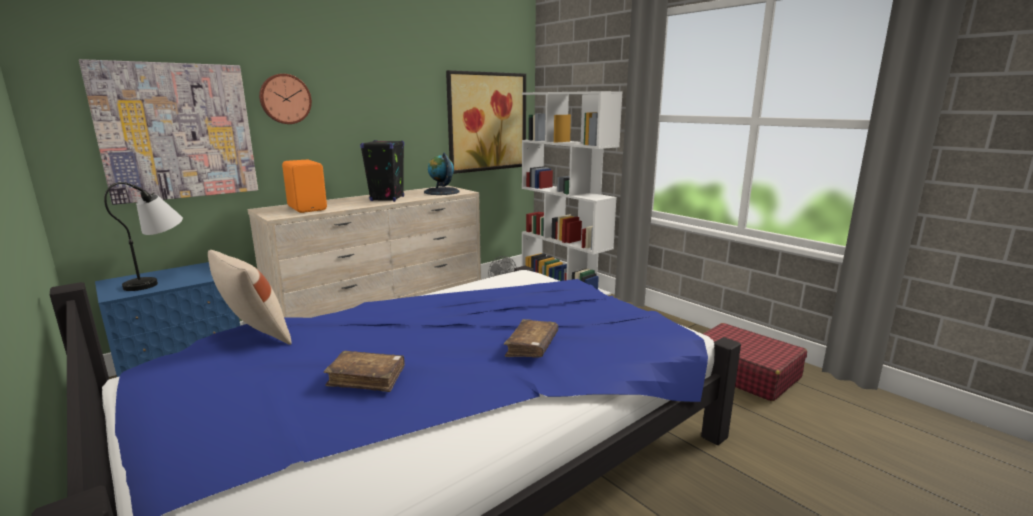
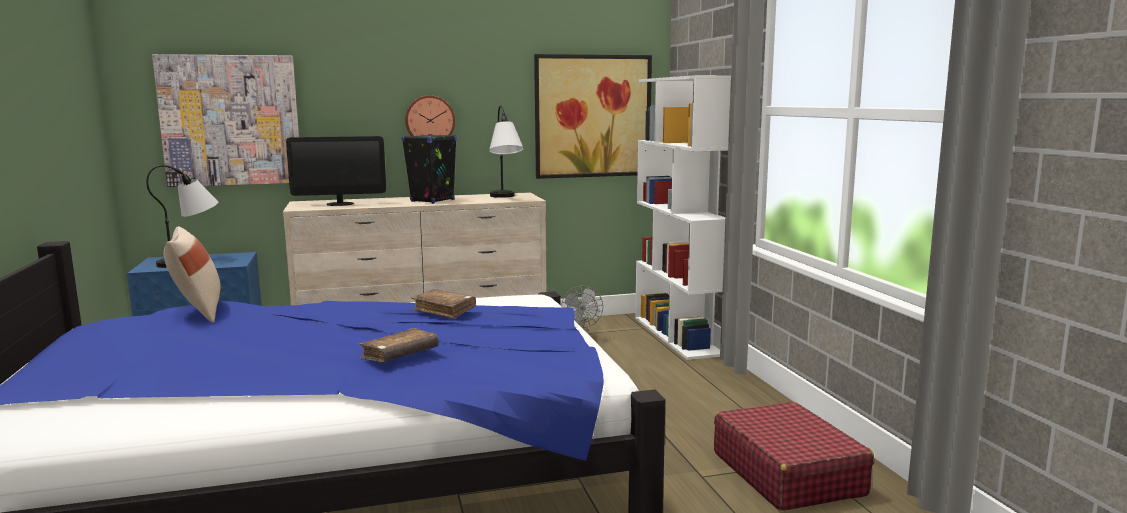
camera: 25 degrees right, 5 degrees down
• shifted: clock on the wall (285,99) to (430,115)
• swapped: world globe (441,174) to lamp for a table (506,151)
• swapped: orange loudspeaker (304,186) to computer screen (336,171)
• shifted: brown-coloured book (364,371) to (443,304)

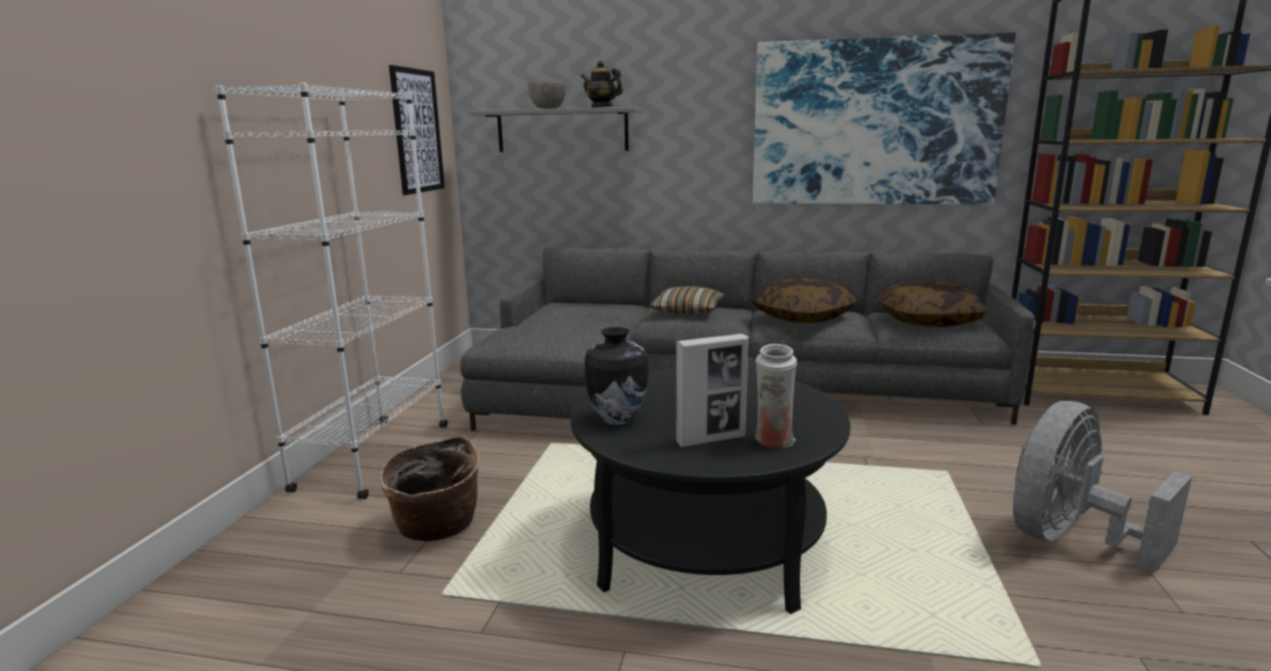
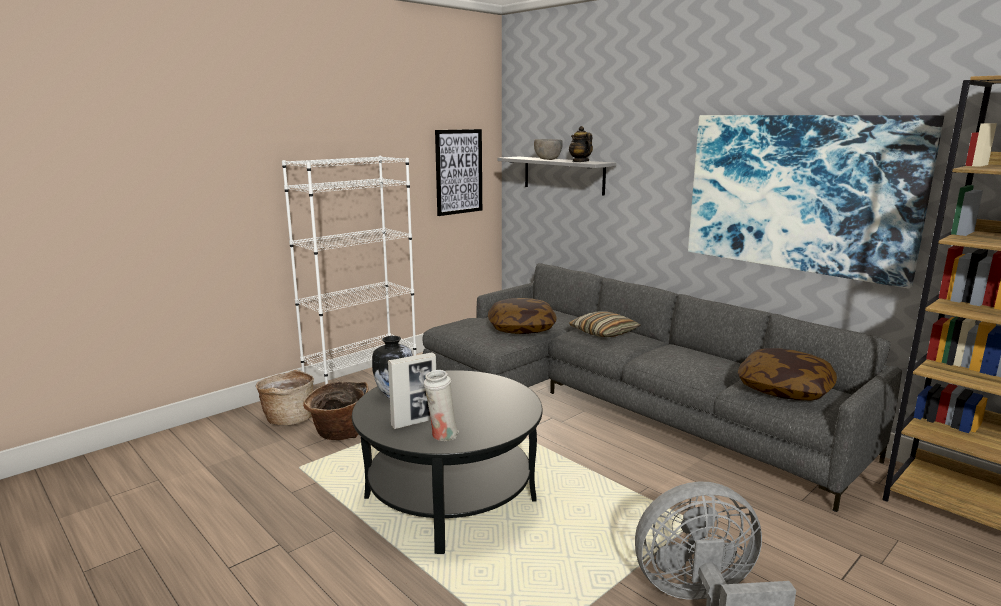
camera: 35 degrees right, 0 degrees up
• shifted: cushion (804,300) to (522,316)
• rotated: photo frame (712,390) = (412,390) 45 degrees counterclockwise
• new: storage basket (285,397)

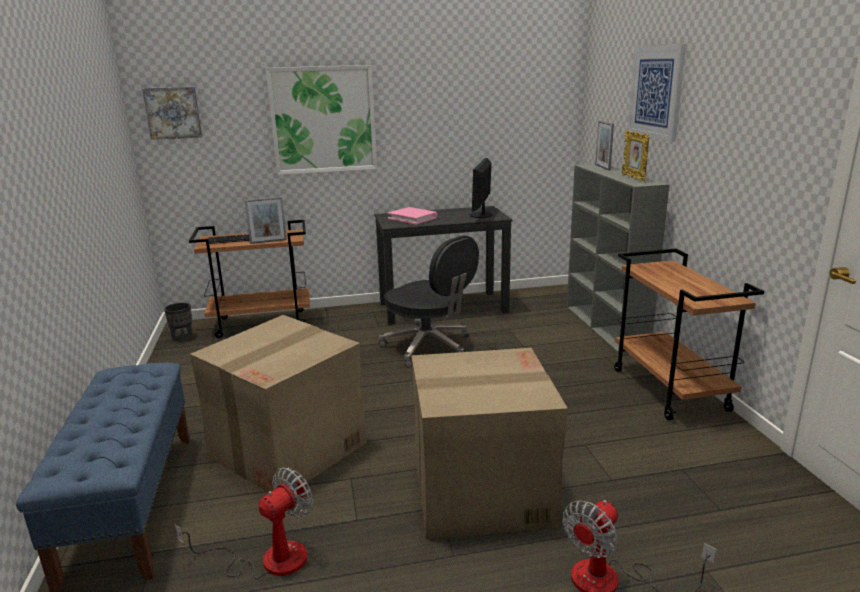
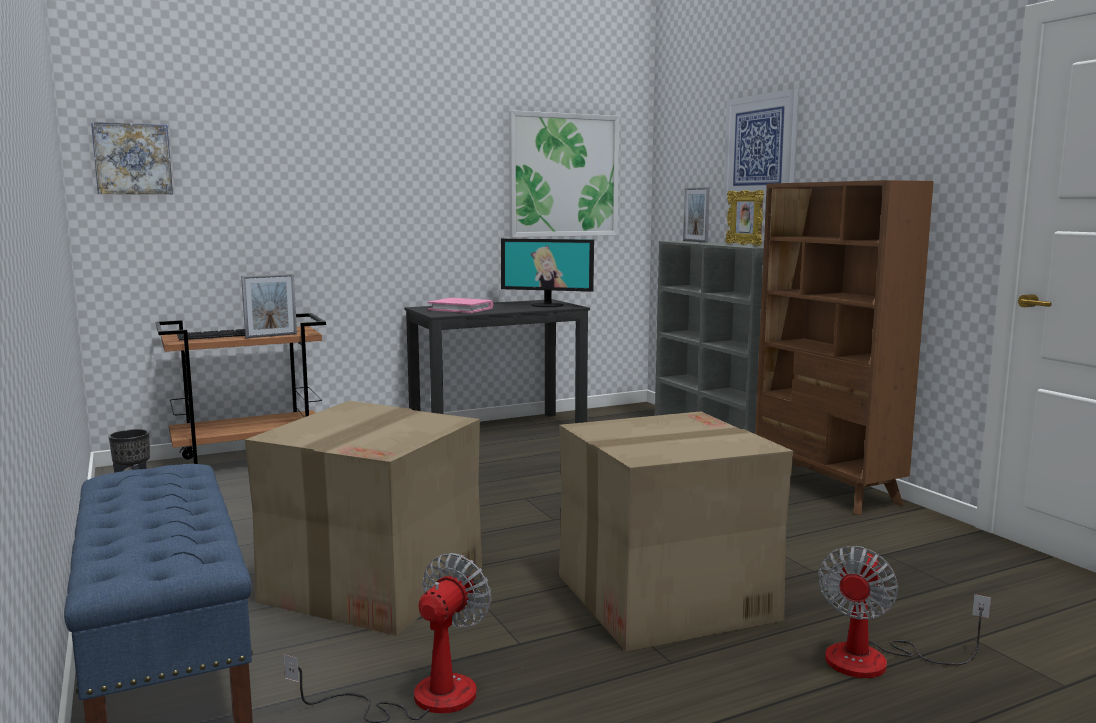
camera: 15 degrees left, 10 degrees down
• shifted: wall art (321,120) to (564,173)
• rotated: computer screen (481,188) = (547,273) 75 degrees counterclockwise
• gone: black-coloured desk chair (429,301)
• swapped: brown-coloured trolley (689,334) to brown-coloured bookshelf (844,347)

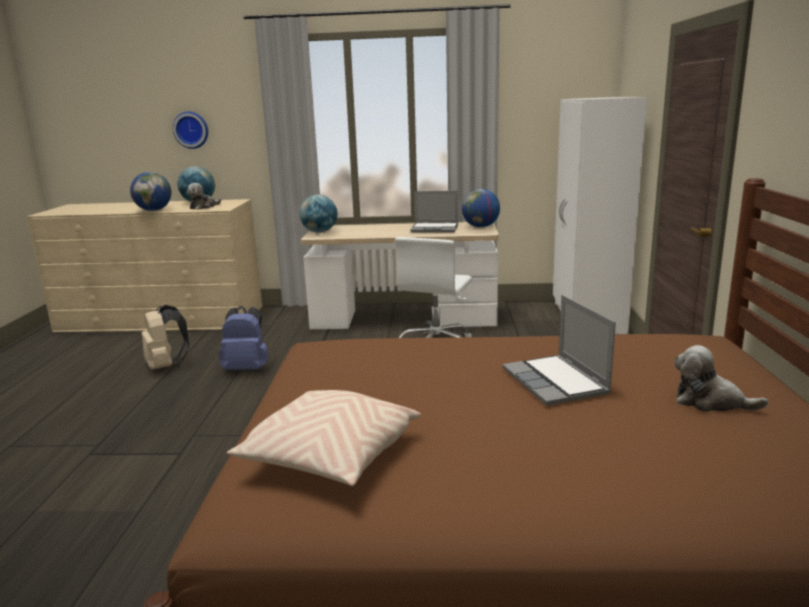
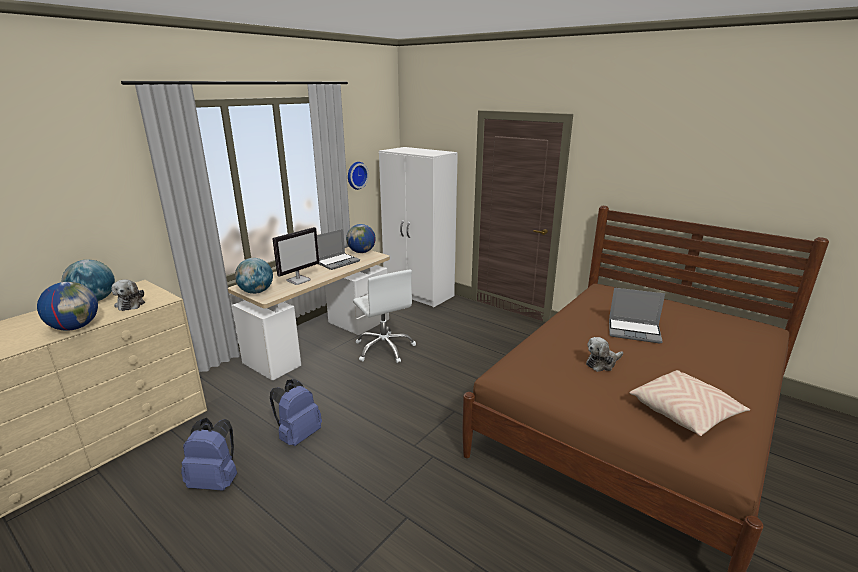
camera: 55 degrees left, 5 degrees up
• shifted: clock on the wall (190,130) to (358,176)
• repainted: beige knapsack (165,337) to blue knapsack (209,454)
• shifted: soft toy (721,378) to (604,354)
• new: computer screen (296,256)

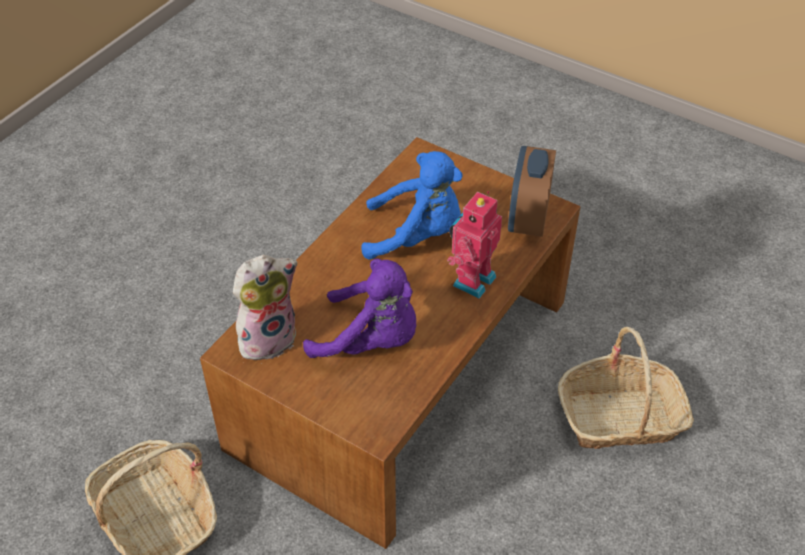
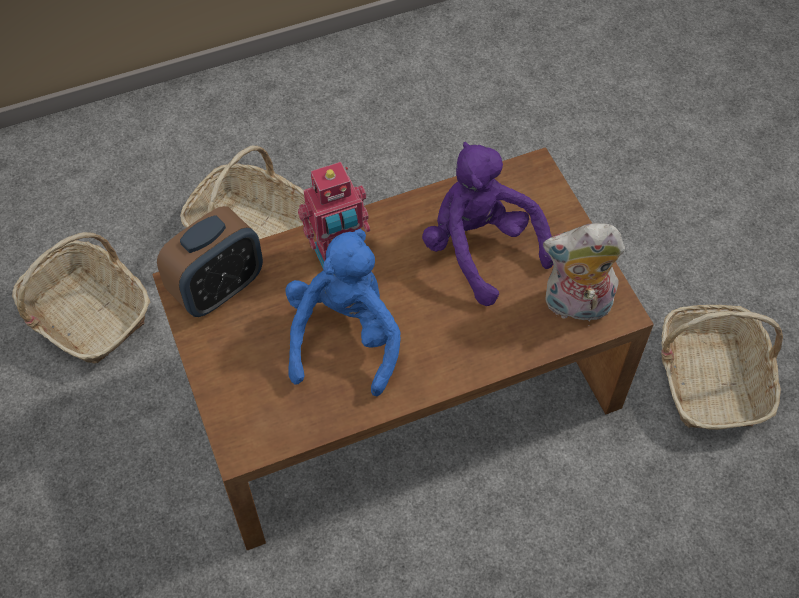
camera: 145 degrees left, 10 degrees up
• rotated: blue soft toy (412,205) = (343,312) 60 degrees clockwise
• new: storage basket (81,297)

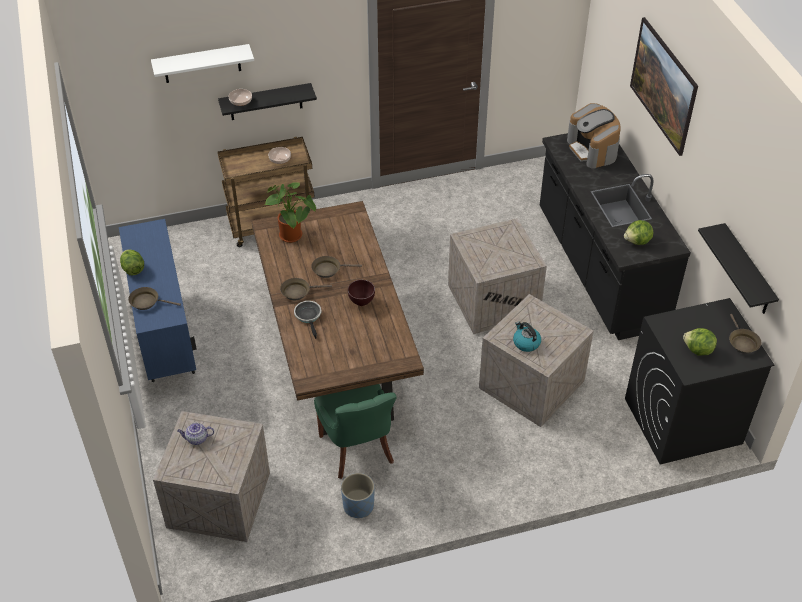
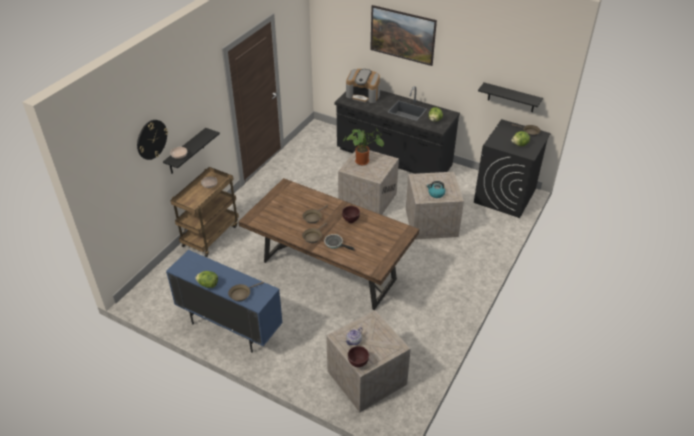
camera: 45 degrees left, 5 degrees down
• swapped: white-coloured wall shelf (202,63) to clock on the wall (152,140)
• shifted: plant in a pot (290,212) to (364,146)
• gone: green upright chair (355,431)
• gone: blue flower pot (358,495)
• new: brown-coloured bowl (358,356)

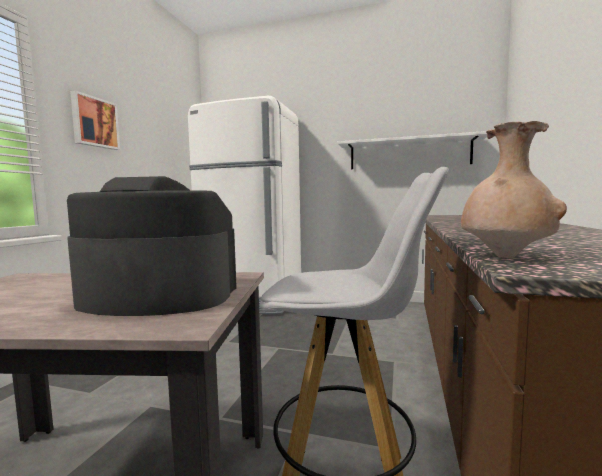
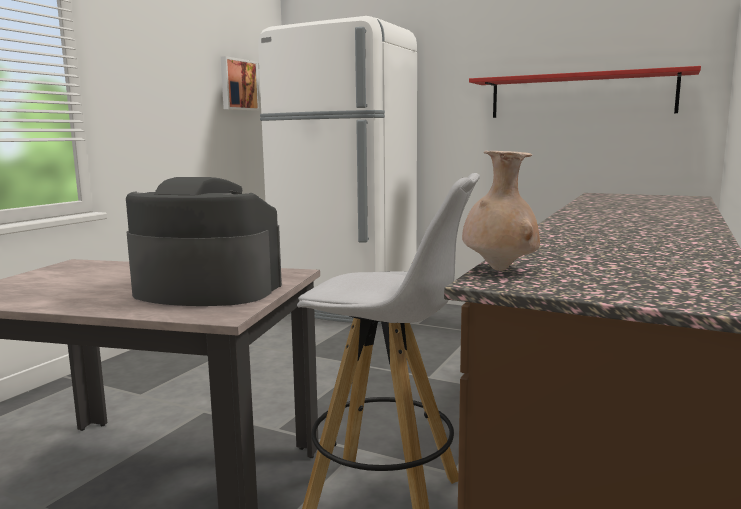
camera: 10 degrees right, 5 degrees up
• shifted: wall art (95,120) to (240,83)
• repainted: white-coloured wall shelf (412,150) to red wall shelf (585,92)

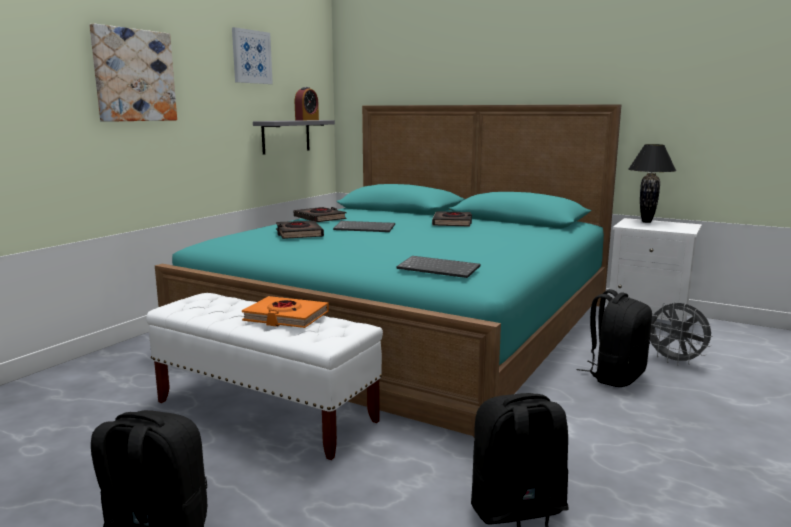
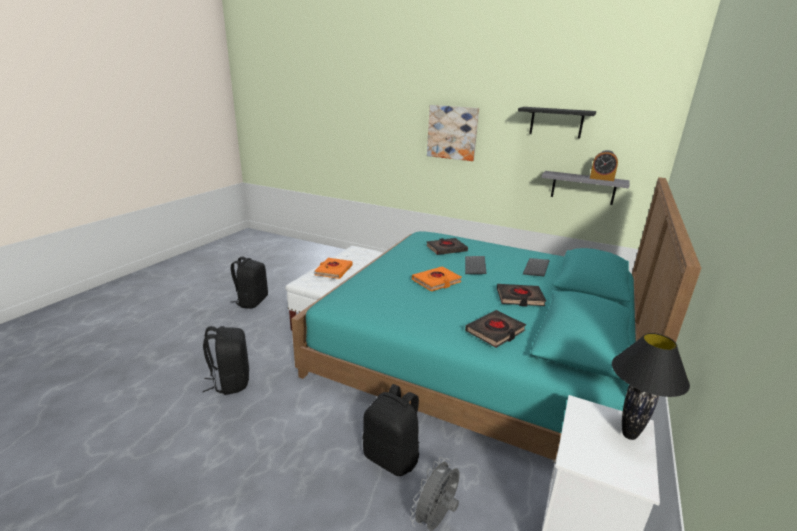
camera: 85 degrees right, 10 degrees up
• swapped: wall art (252,55) to black-coloured wall shelf (557,122)
• shifted: black-coloured book (320,214) to (495,329)
• shifted: keyboard (438,267) to (536,267)
• new: orange book (437,279)

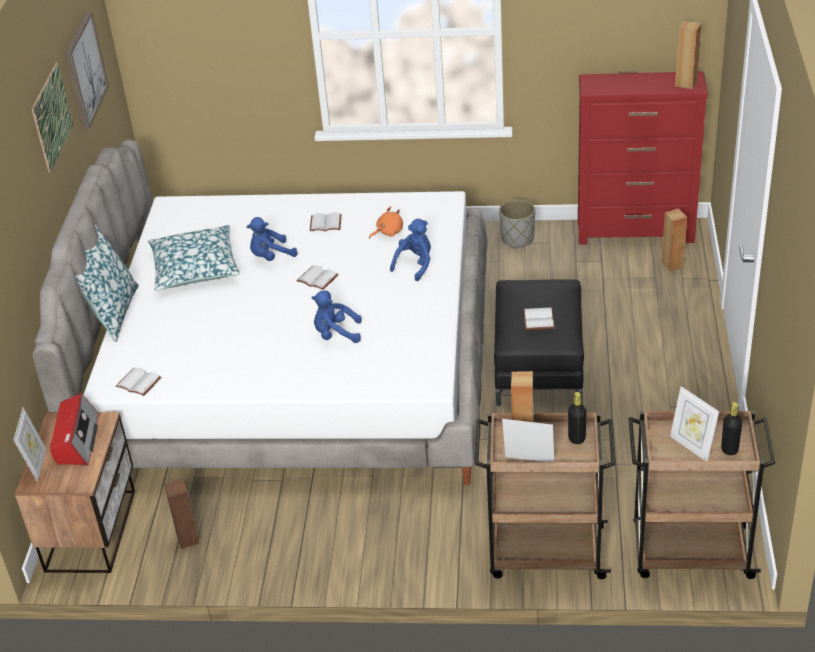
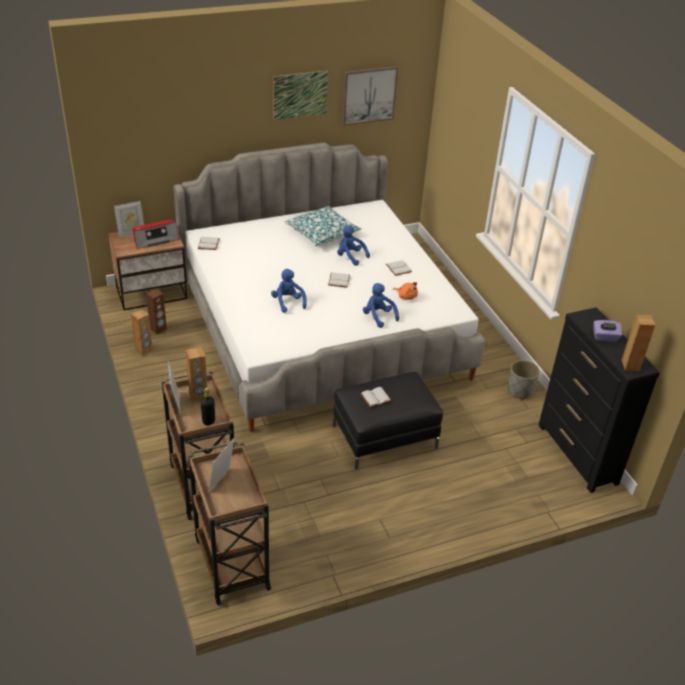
camera: 60 degrees right, 0 degrees up
• repainted: red chest of drawers (643,158) to black-coloured chest of drawers (599,400)
• shifted: brown-coloured loudspeaker (674,239) to (142,332)
• rotated: blue soft toy (410,250) = (381,305) 135 degrees counterclockwise
• gone: cushion (107,283)
• gone: black-coloured bottle (731,428)
• new: purple-coloured tissue box (608,331)

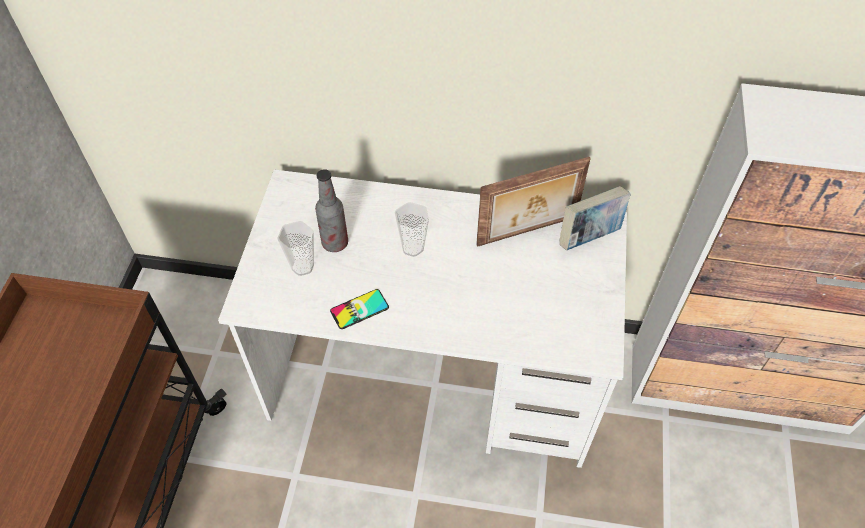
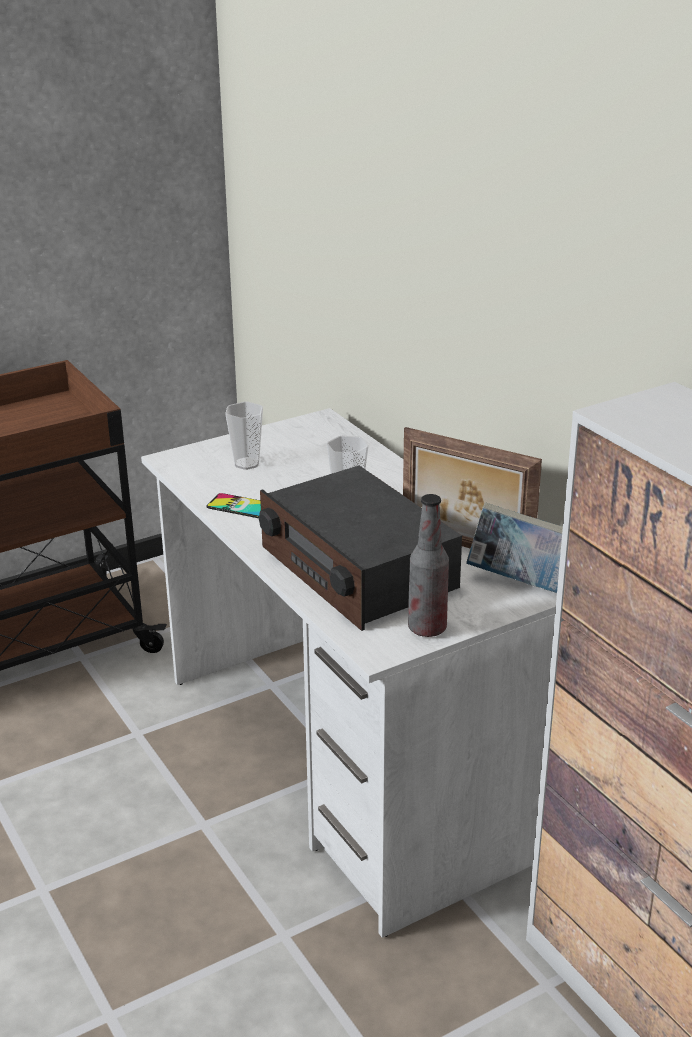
camera: 50 degrees right, 25 degrees down
• shifted: bottle (331,210) to (428,565)
• new: radio (360,548)

